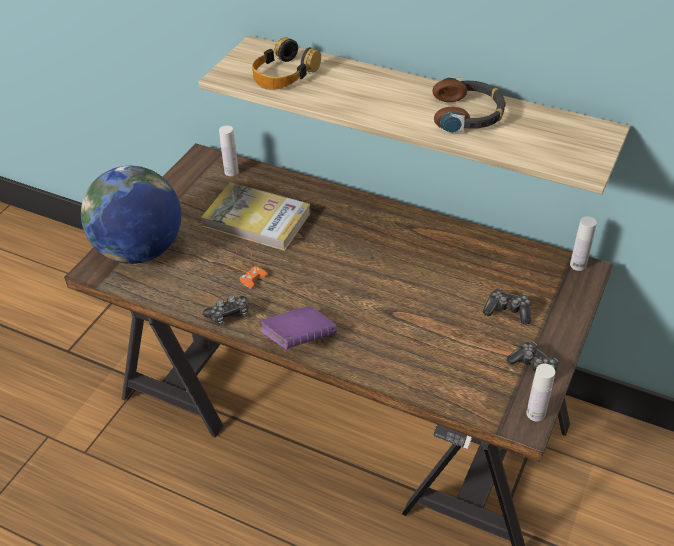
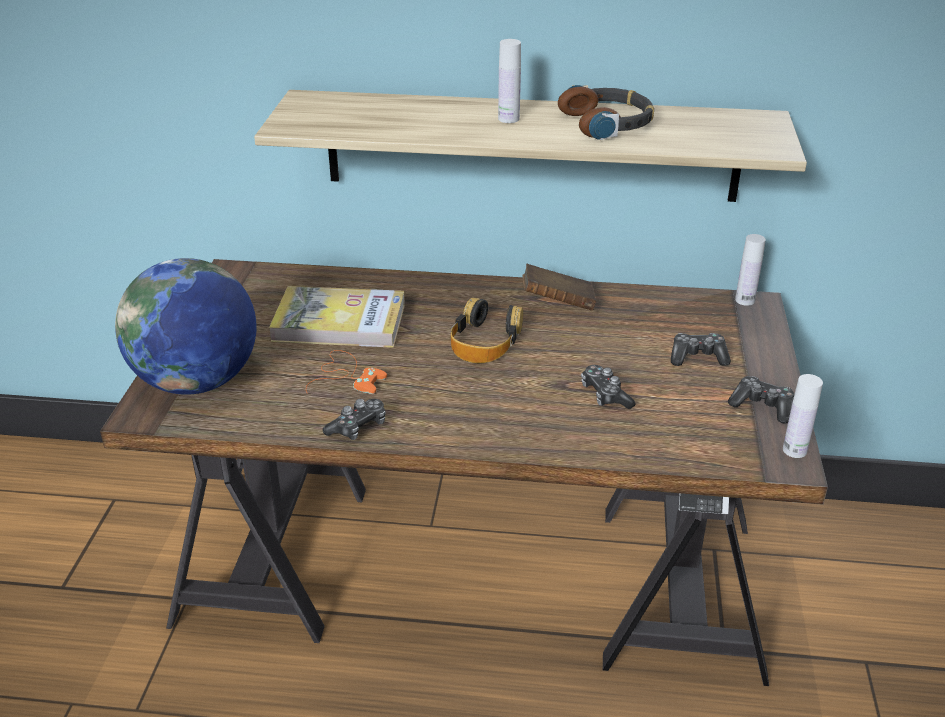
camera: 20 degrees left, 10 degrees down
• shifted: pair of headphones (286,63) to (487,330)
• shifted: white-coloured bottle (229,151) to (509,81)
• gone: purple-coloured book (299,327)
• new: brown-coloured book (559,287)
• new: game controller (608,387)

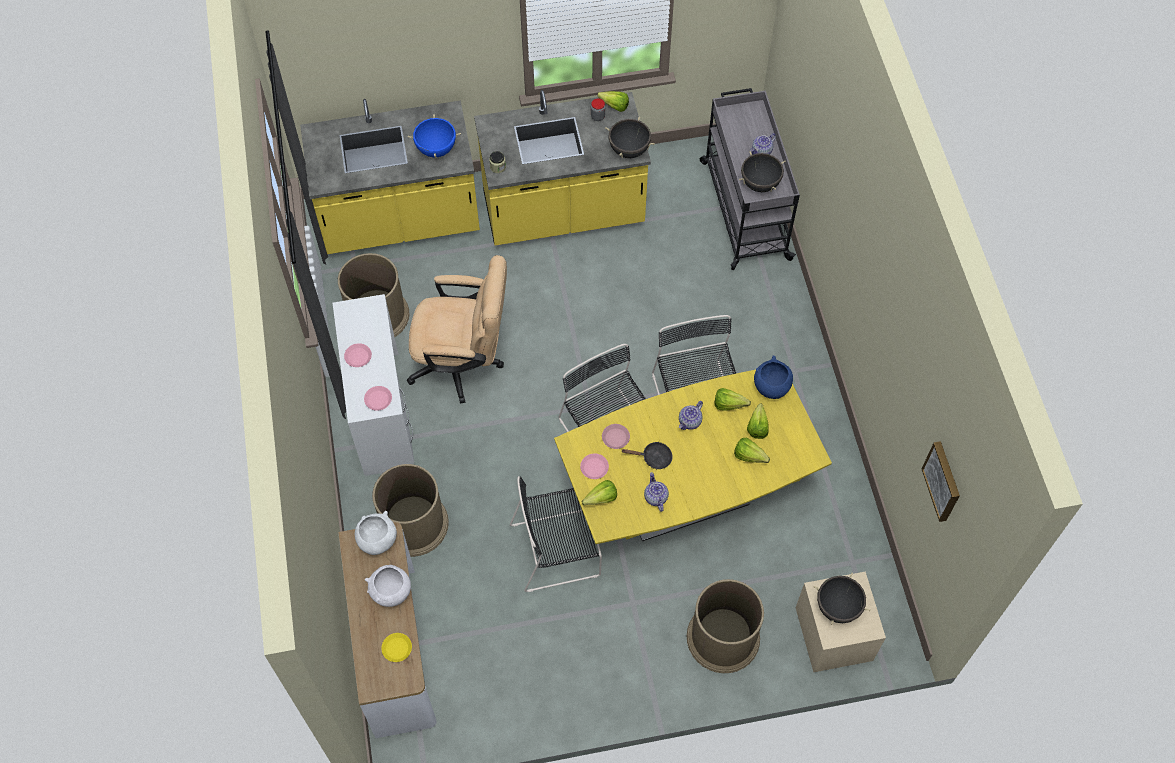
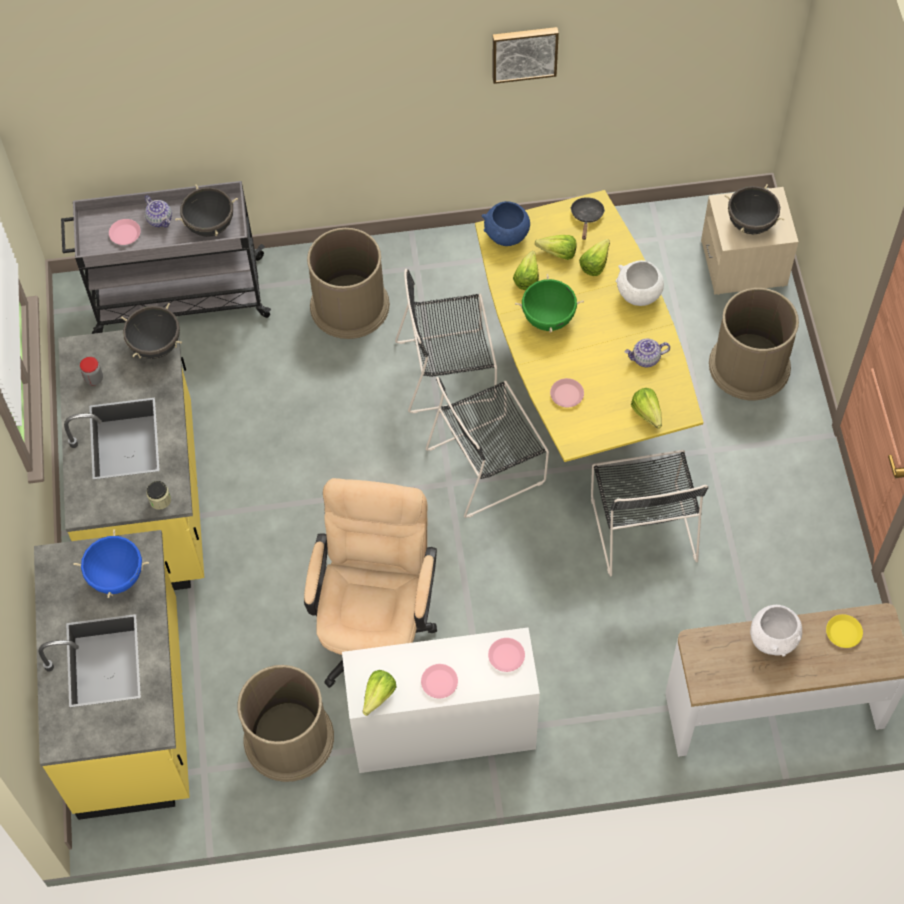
camera: 85 degrees left, 0 degrees up
• shifted: lettuce head (613,101) to (380,693)
• swapped: teapot (691,415) to green saucepot (549,303)
• shifted: wall art (941,481) to (526,55)
• shifted: black-coloured skillet (647,455) to (587,218)
• shifted: pinkish flat dish (594,466) to (125,232)
• shifted: brown-coloured rubbish bin (410,510) to (348,283)
• shifted: white-coloured bowl (376,533) to (640,283)

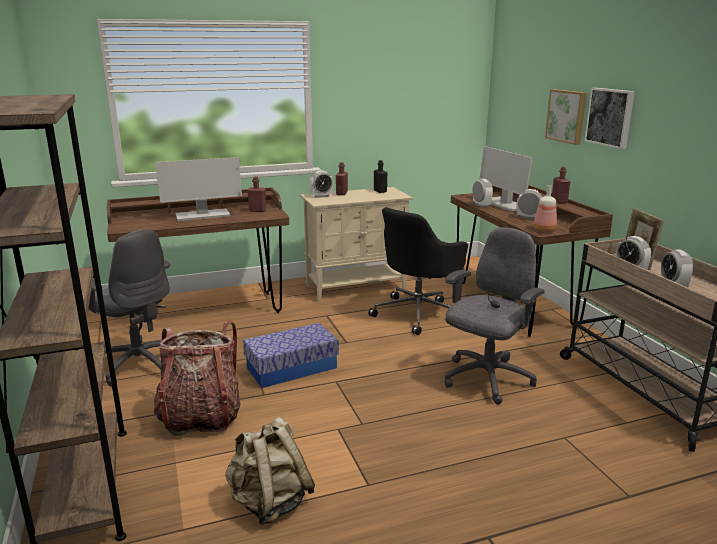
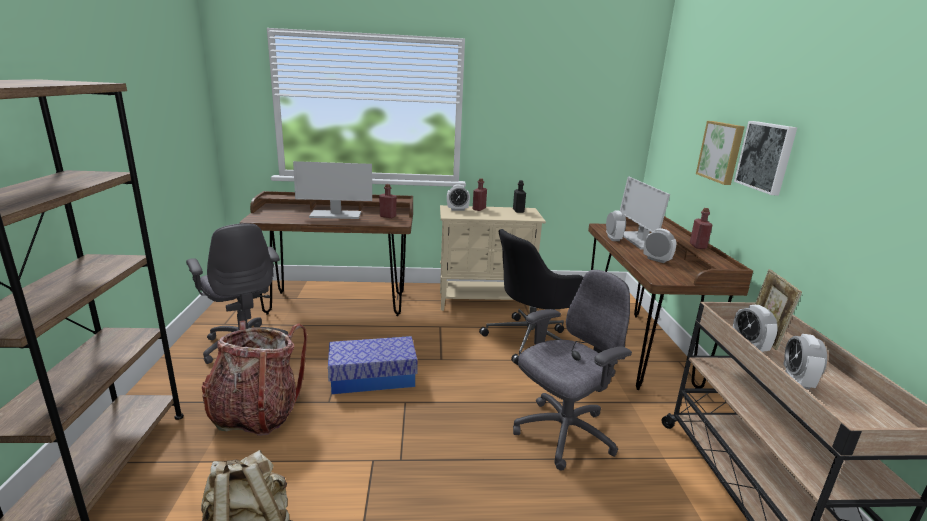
camera: 15 degrees right, 0 degrees up
• gone: bottle (545,208)

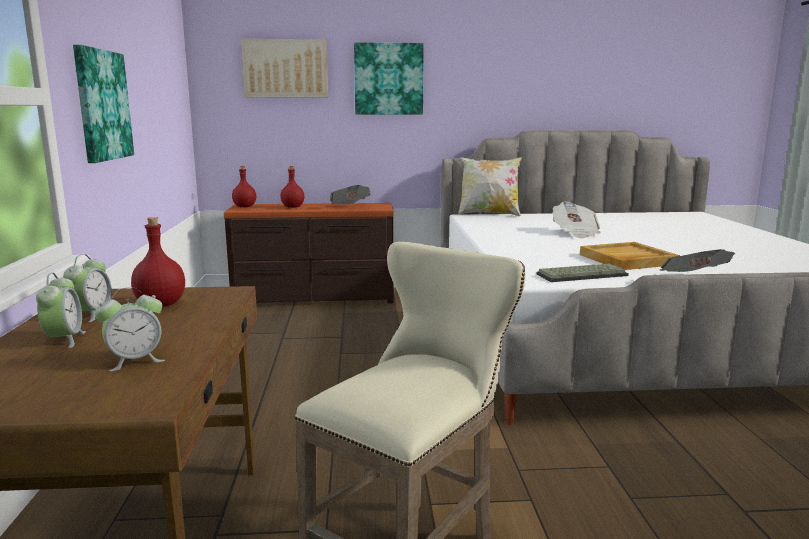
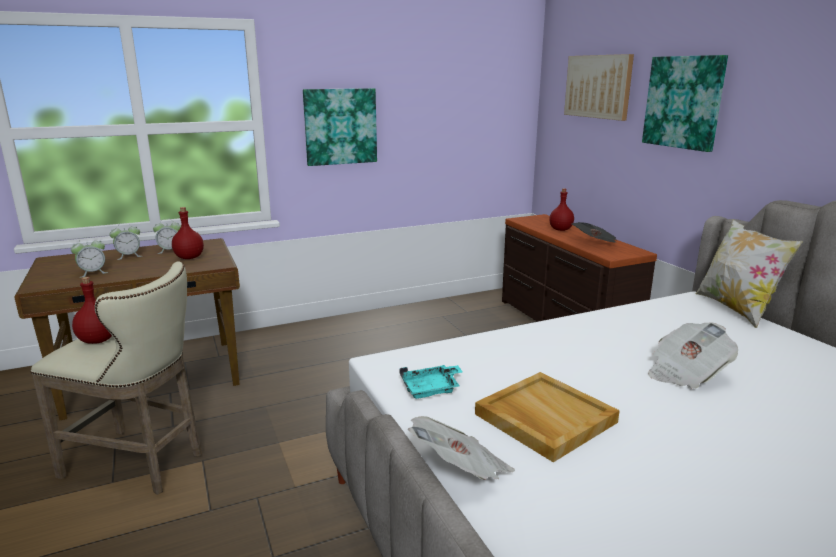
camera: 70 degrees right, 5 degrees up
• shifted: red bottle (244,186) to (92,310)
• swapped: keyboard (582,273) to turquoise-coloured tray (430,382)
• rotated: table clock (130,329) = (89,257) 75 degrees counterclockwise

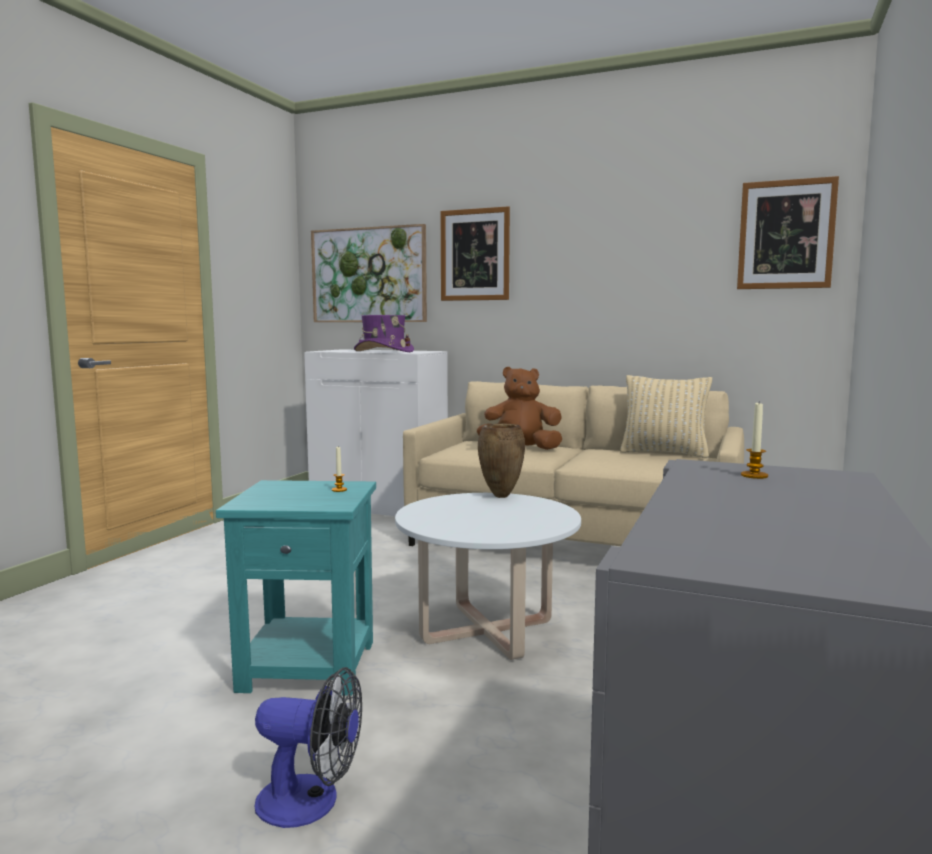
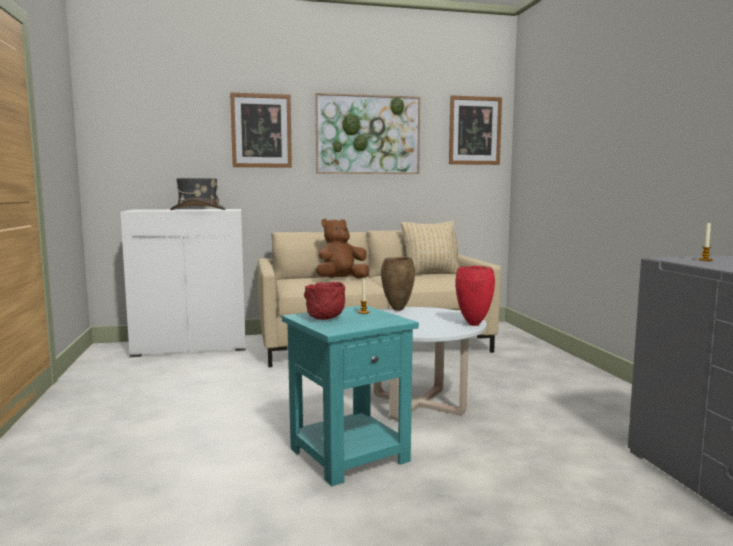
camera: 35 degrees left, 0 degrees up
• shifted: wall art (369,273) to (367,133)
• repainted: purple-coloured wearable hat (384,333) to grey wearable hat (198,194)
• gone: electric fan (308,747)
• new: red vase (475,296)
• new: red bowl (324,301)

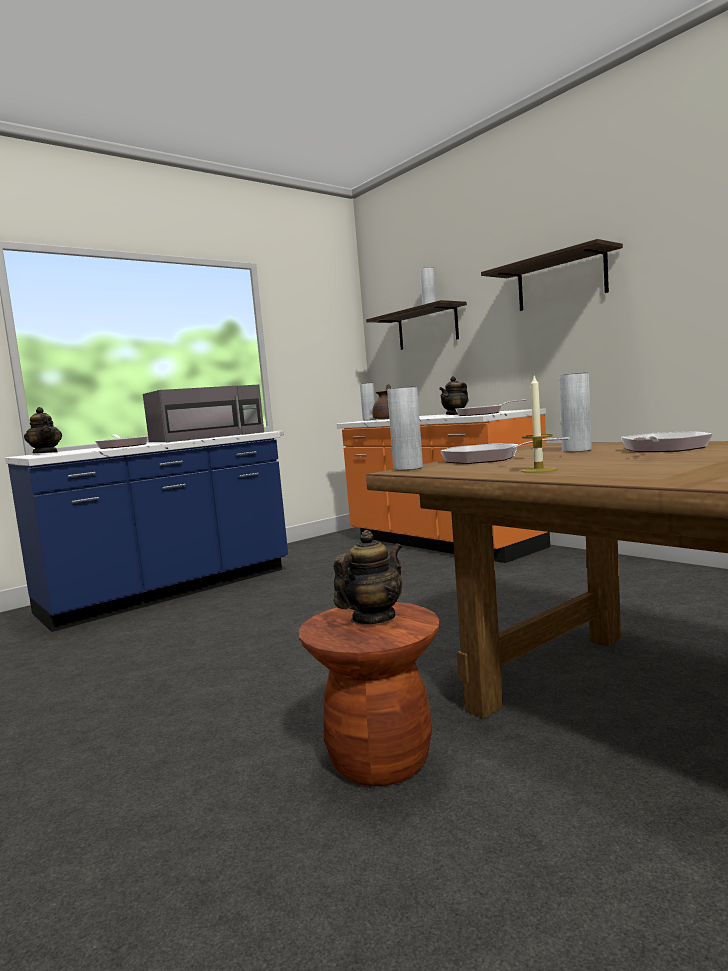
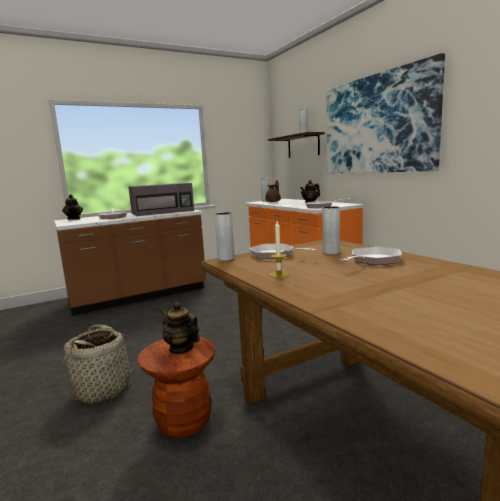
camera: 10 degrees right, 5 degrees up
• swapped: wall shelf (552,275) to wall art (385,113)
• repainted: blue kitchen base unit (146,532) to brown-coloured kitchen base unit (130,263)
• rotated: teapot (368,577) = (180,328) 105 degrees counterclockwise
• new: storage basket (100,364)

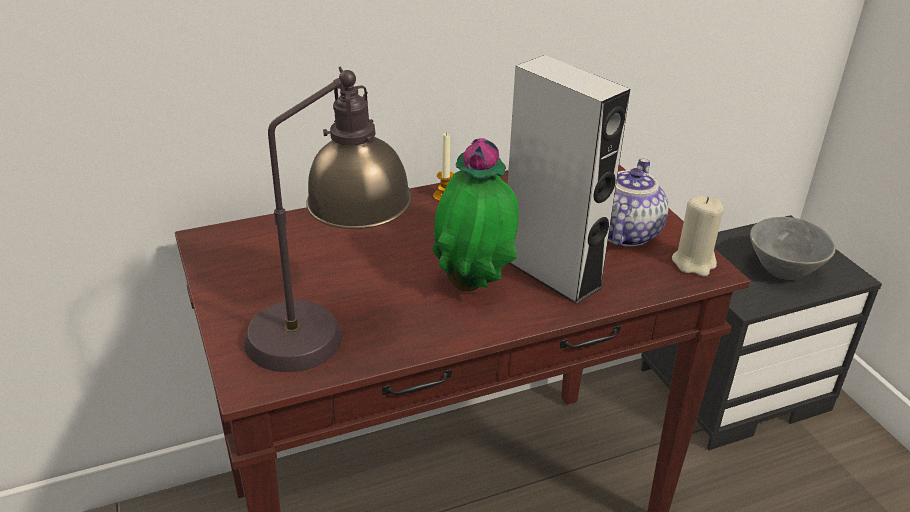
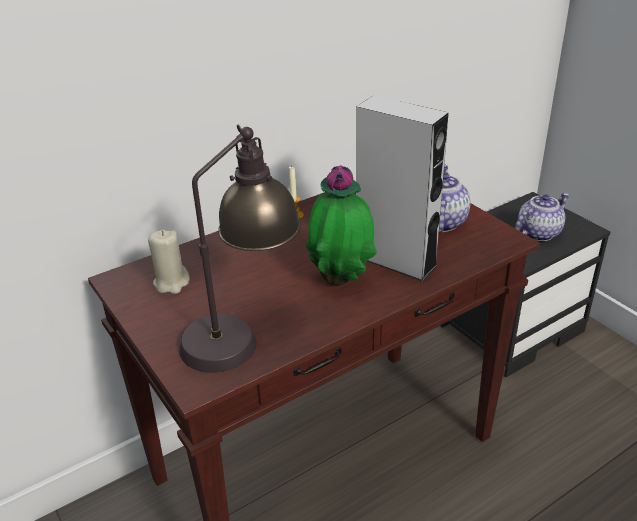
camera: 10 degrees left, 0 degrees up
• shifted: beige wax candle (698,236) to (169,262)
• swapped: grey bowl (793,248) to teapot (542,217)

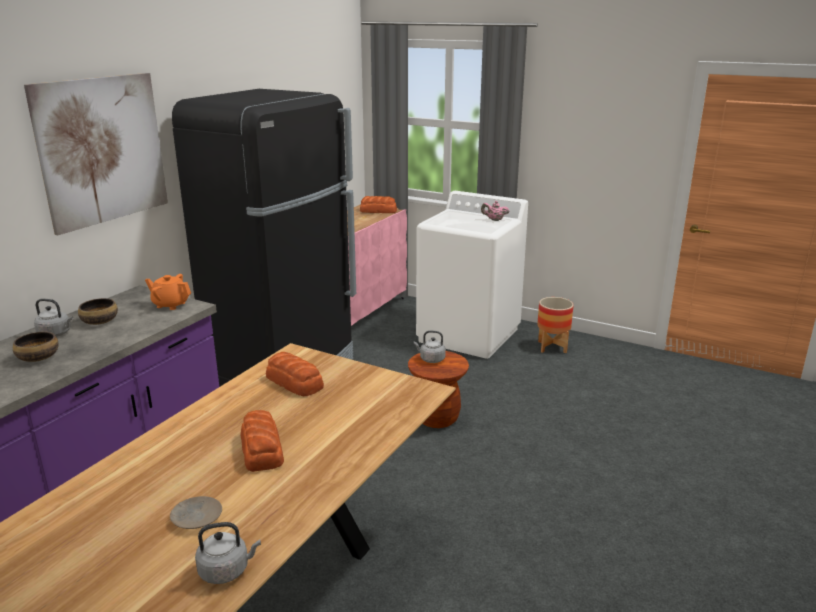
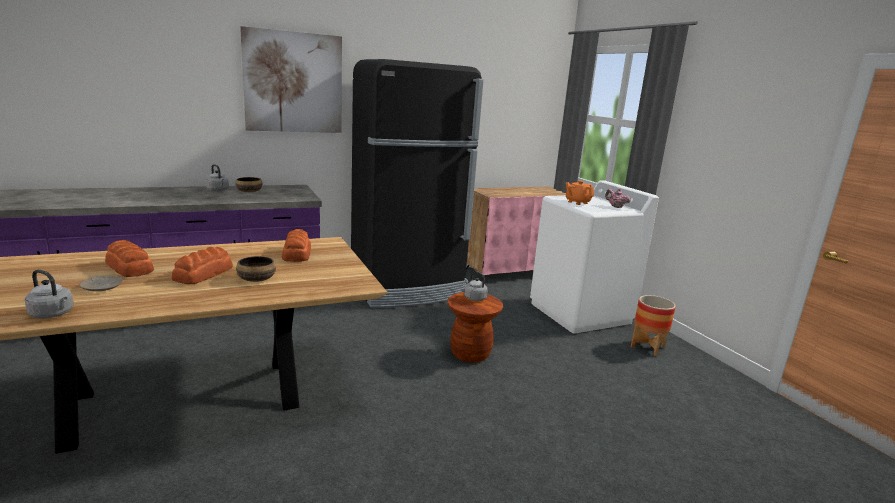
camera: 35 degrees right, 5 degrees down
• shifted: baked bread (378,204) to (129,258)
• shifted: orange teapot (168,292) to (580,193)
• shifted: bowl (36,347) to (256,269)

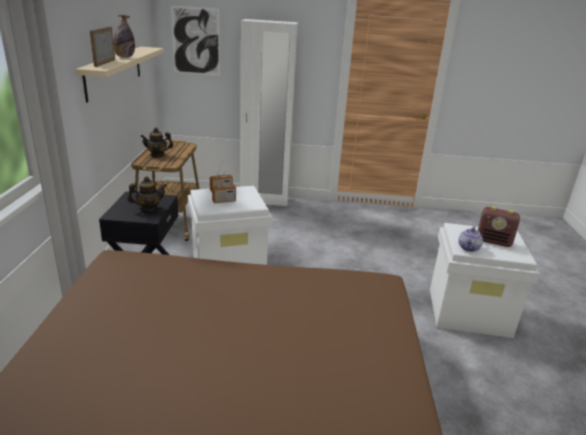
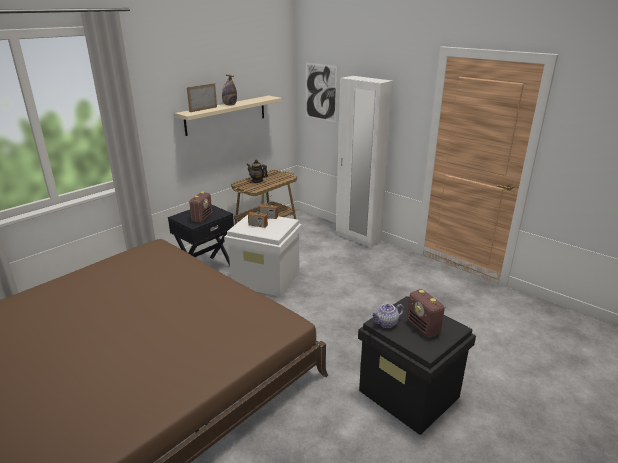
camera: 40 degrees right, 0 degrees up
• swapped: teapot (147,194) to radio (200,207)
• repainted: white-coloured storage bin (485,280) to black-coloured storage bin (417,365)

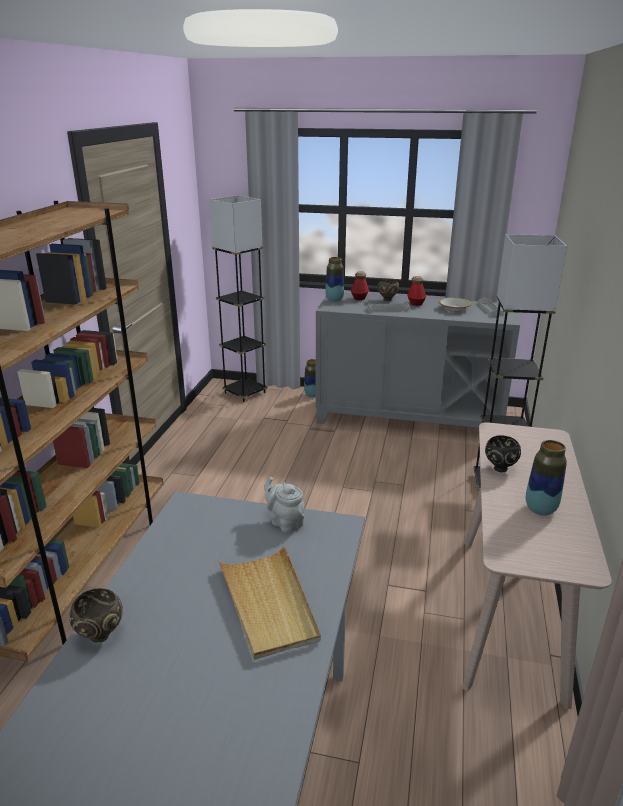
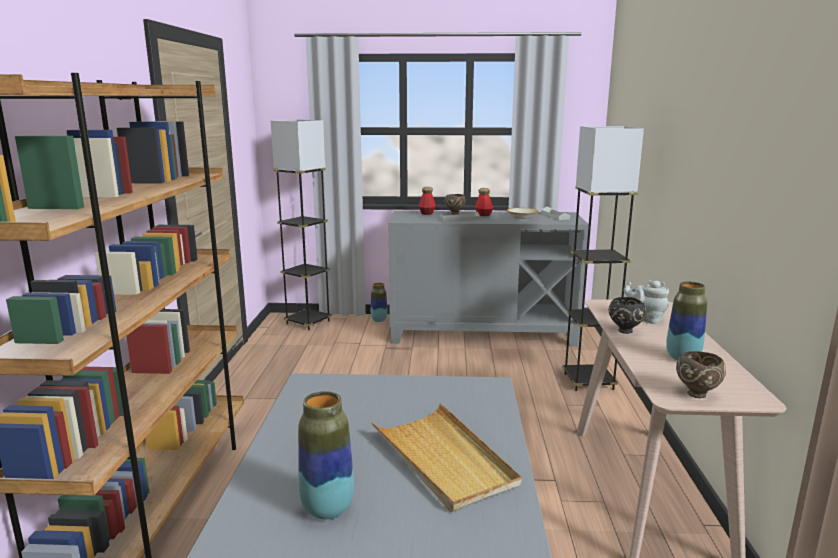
camera: 10 degrees left, 10 degrees down
• shifted: vase (334,279) to (326,455)
• shifted: grey teapot (284,505) to (646,302)
• shifted: brown-coloured bowl (96,616) to (701,374)

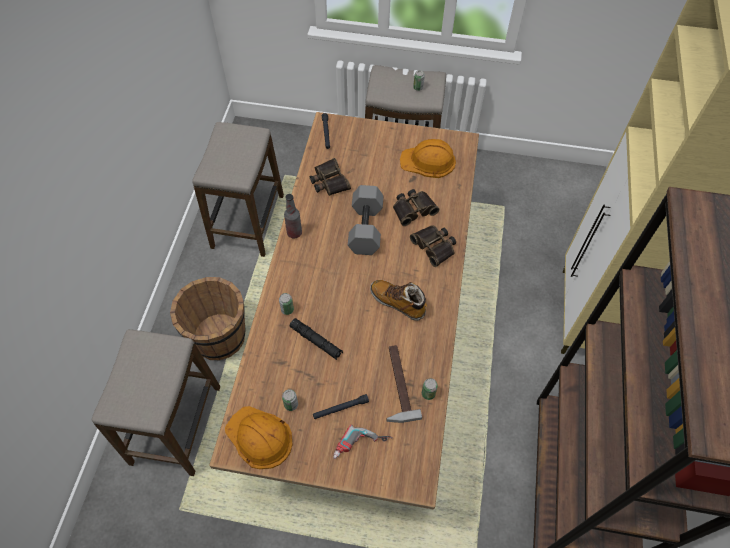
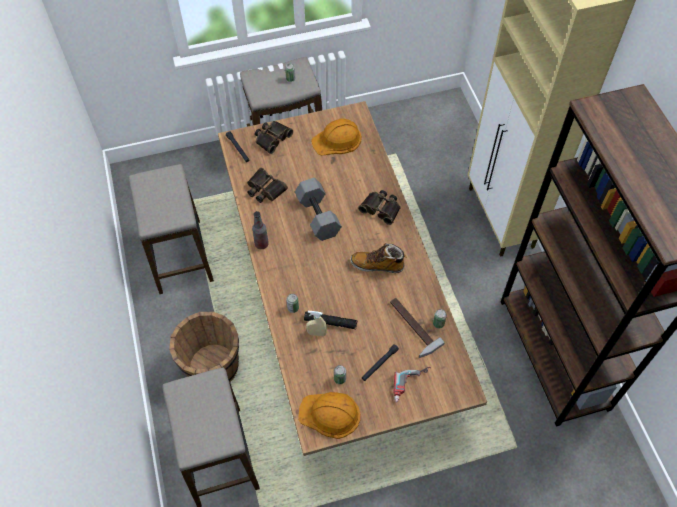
camera: 25 degrees left, 0 degrees up
• shifted: binoculars (416,207) to (274,137)
• new: beige hand sprayer (316,323)

